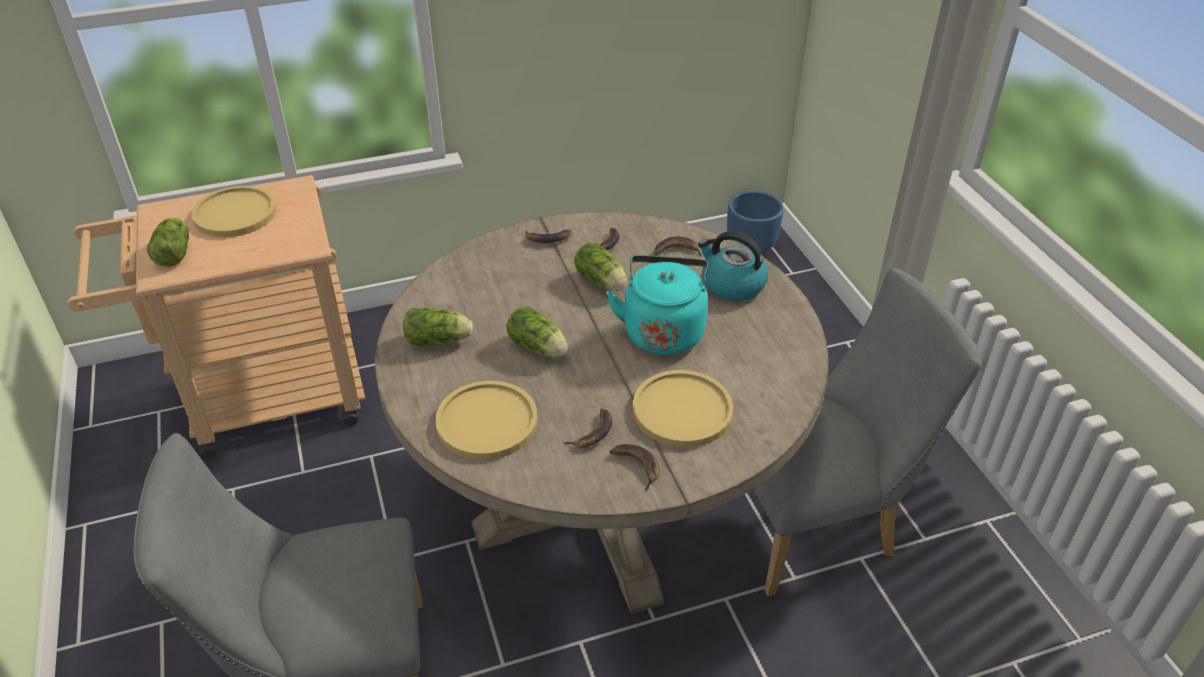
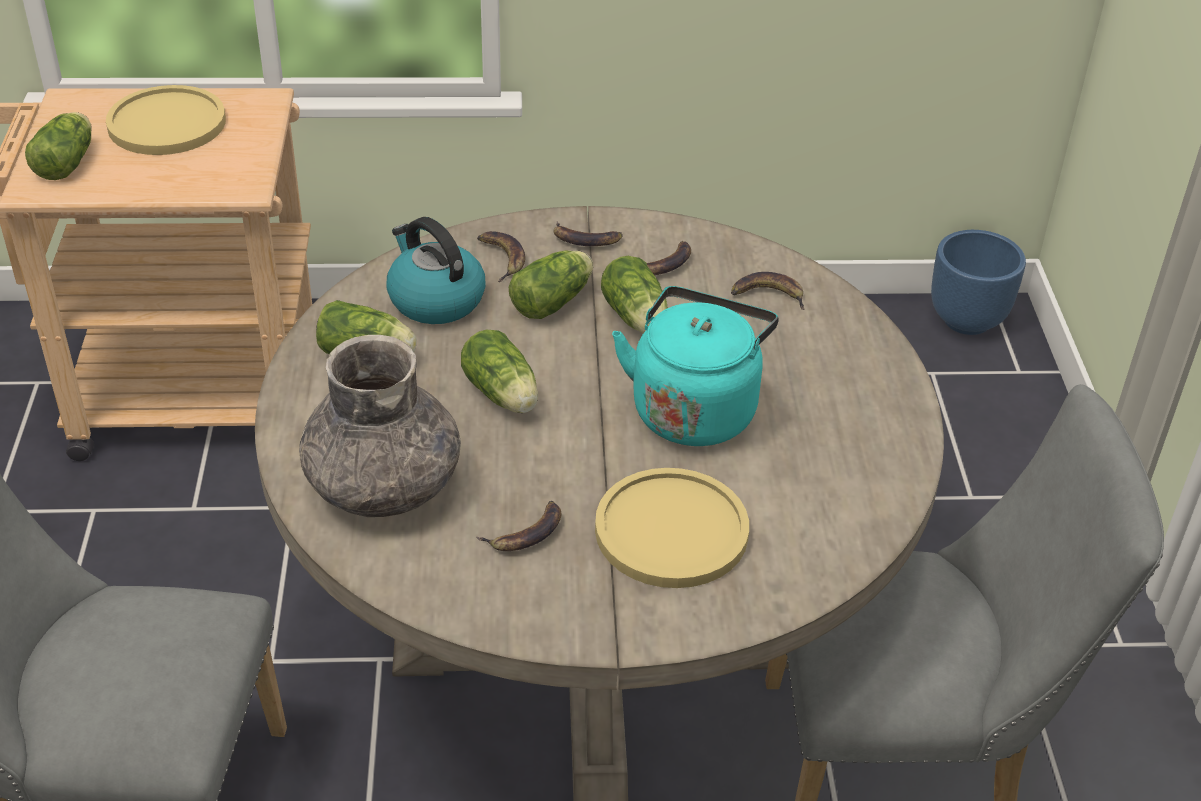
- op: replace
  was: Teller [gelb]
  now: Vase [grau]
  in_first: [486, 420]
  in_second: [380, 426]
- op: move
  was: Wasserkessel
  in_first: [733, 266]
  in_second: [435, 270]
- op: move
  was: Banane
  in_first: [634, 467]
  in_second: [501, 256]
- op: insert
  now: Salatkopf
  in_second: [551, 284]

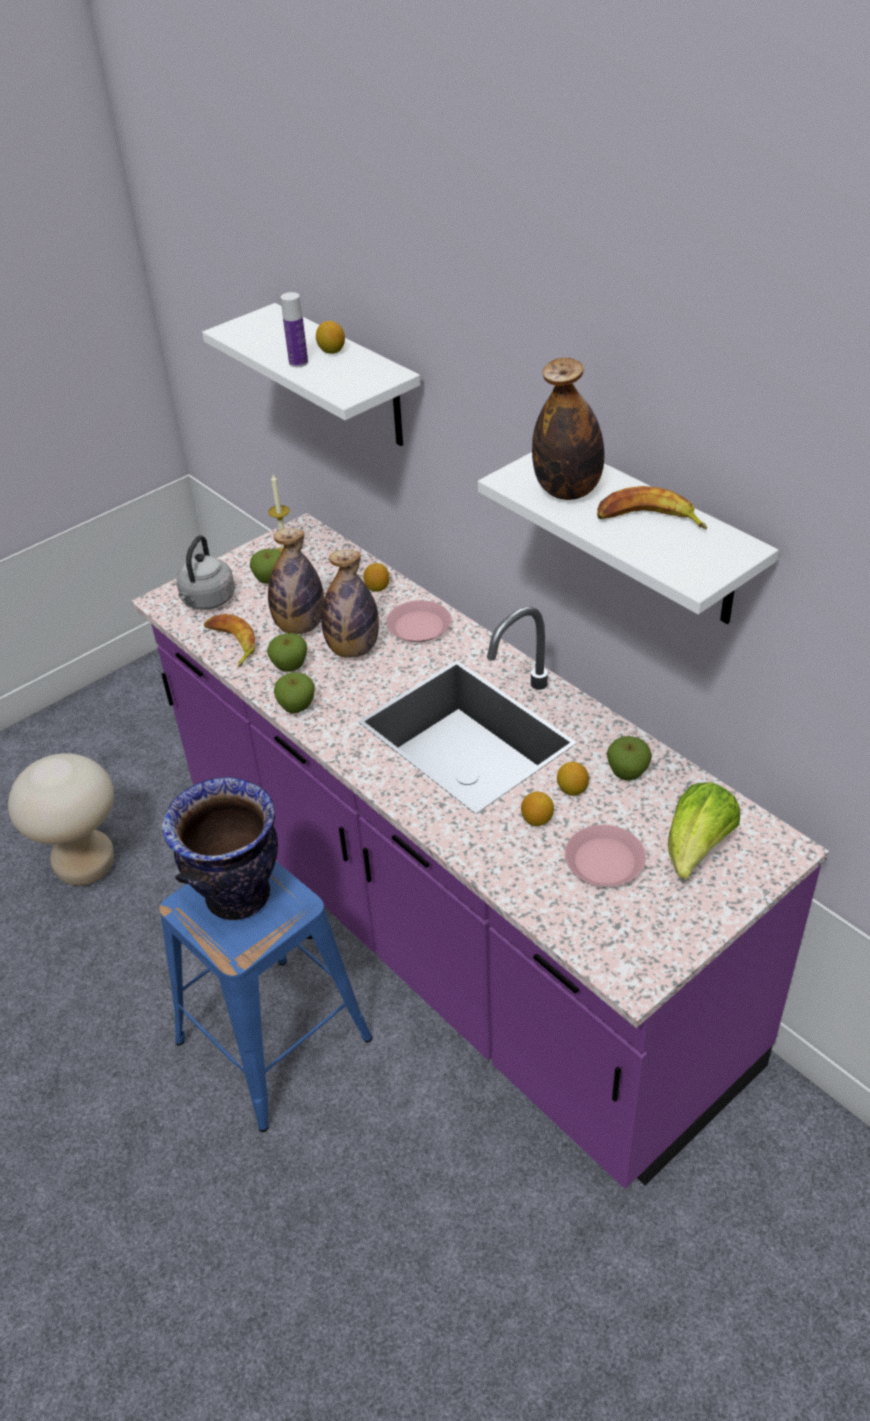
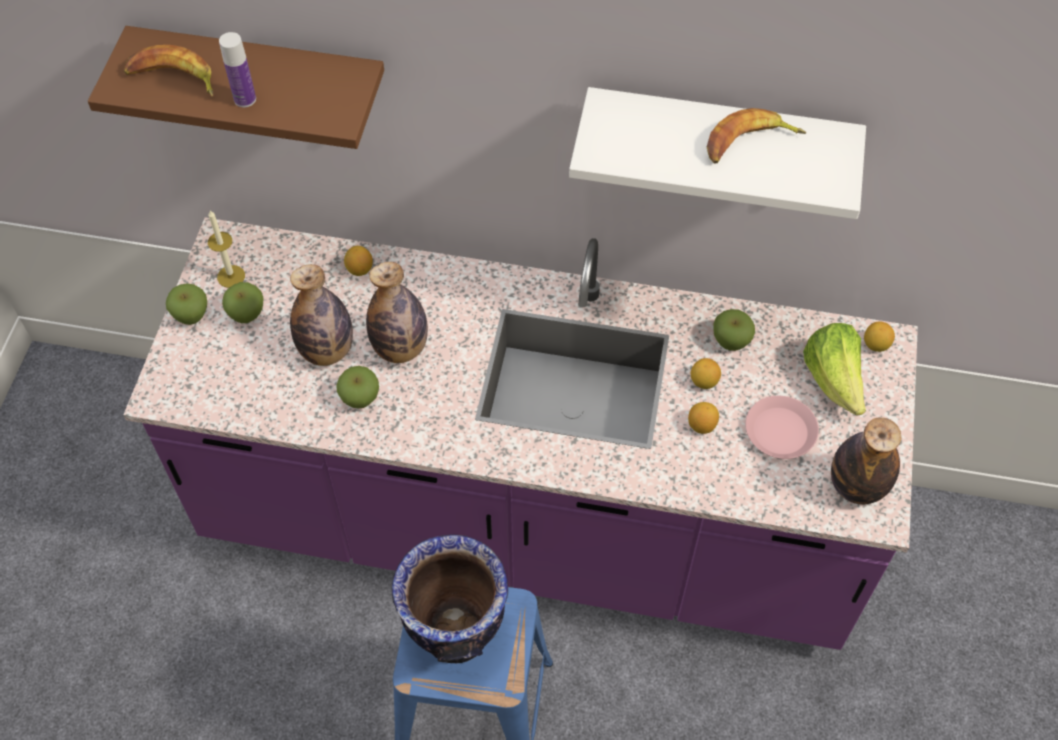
- op: recolor
  was: Wandregal [weiß]
  now: Wandregal [braun]
  in_first: [311, 374]
  in_second: [236, 87]
- op: move
  was: Banane
  in_first: [229, 640]
  in_second: [168, 71]
- op: move
  was: Apfel
  in_first: [294, 692]
  in_second: [186, 304]
- op: move
  was: Flasche
  in_first: [568, 429]
  in_second: [866, 460]
- op: move
  was: Zitrone
  in_first: [330, 337]
  in_second: [879, 336]
- op: delete
  was: Hocker [beige]
  in_first: [61, 819]
- op: delete
  was: Wasserkessel [grau]
  in_first: [205, 572]
- op: delete
  was: Teller [rosa]
  in_first: [418, 621]

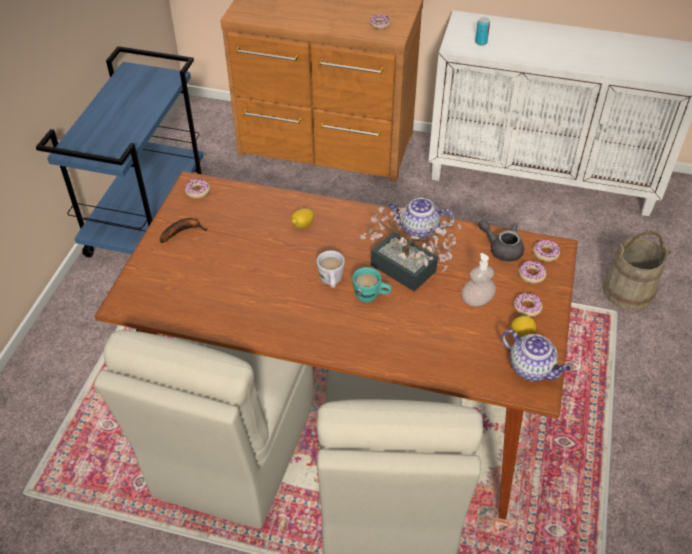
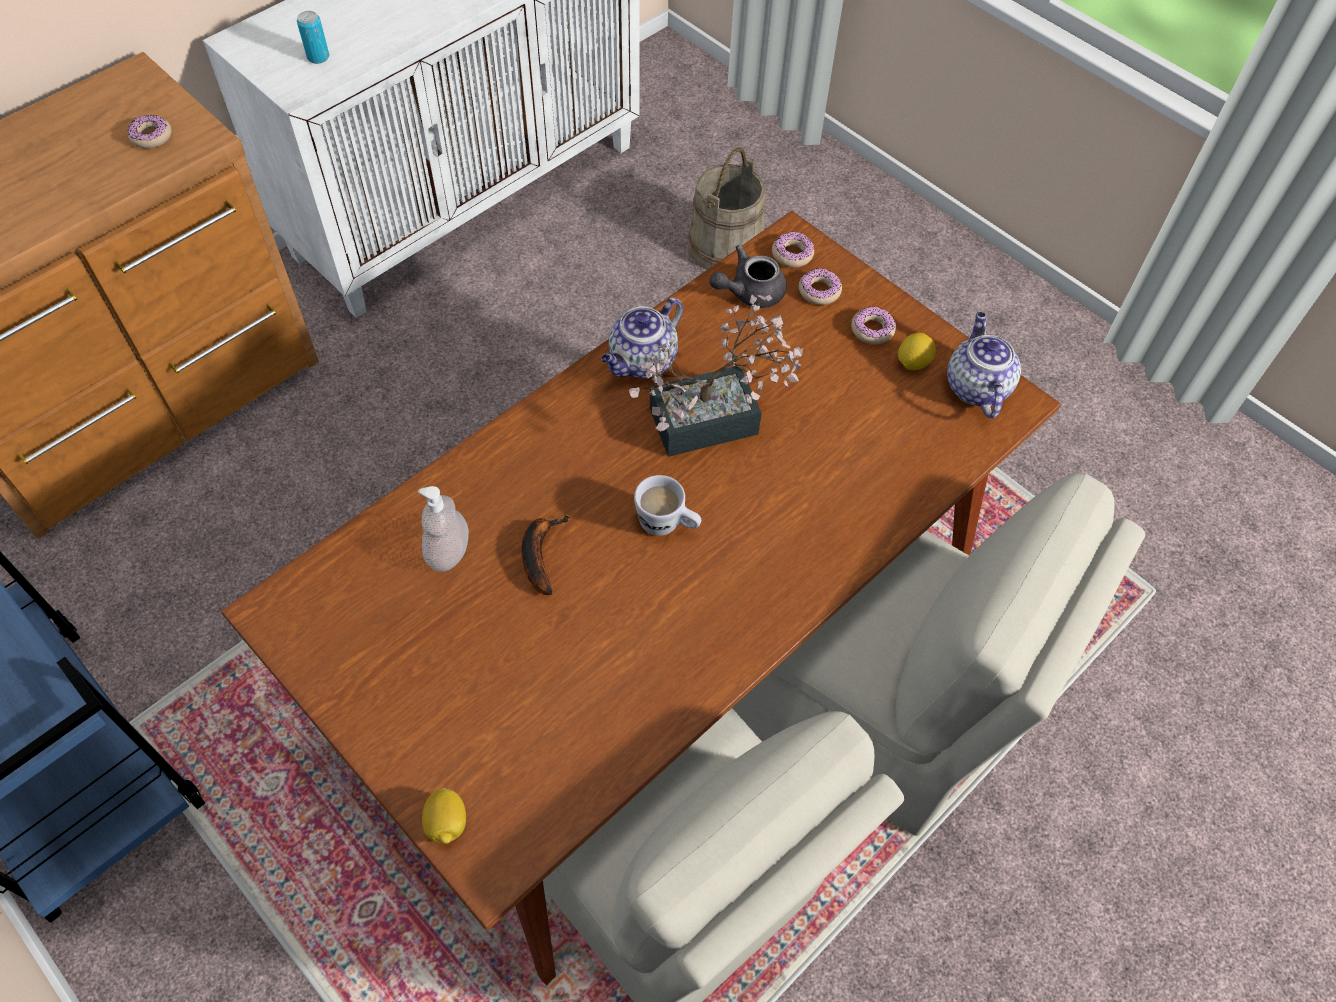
- op: move
  was: Seifenspender
  in_first: [478, 279]
  in_second: [443, 529]
- op: move
  was: Zitrone
  in_first: [302, 218]
  in_second: [444, 816]
- op: move
  was: Banane
  in_first: [183, 230]
  in_second: [546, 555]
- op: rotate
  was: Teekanne
  in_first: [536, 355]
  in_second: [984, 365]
  clockwise: -75
- op: delete
  was: Donut
  in_first: [197, 189]
- op: delete
  was: Henkelbecher [türkis]
  in_first: [372, 285]

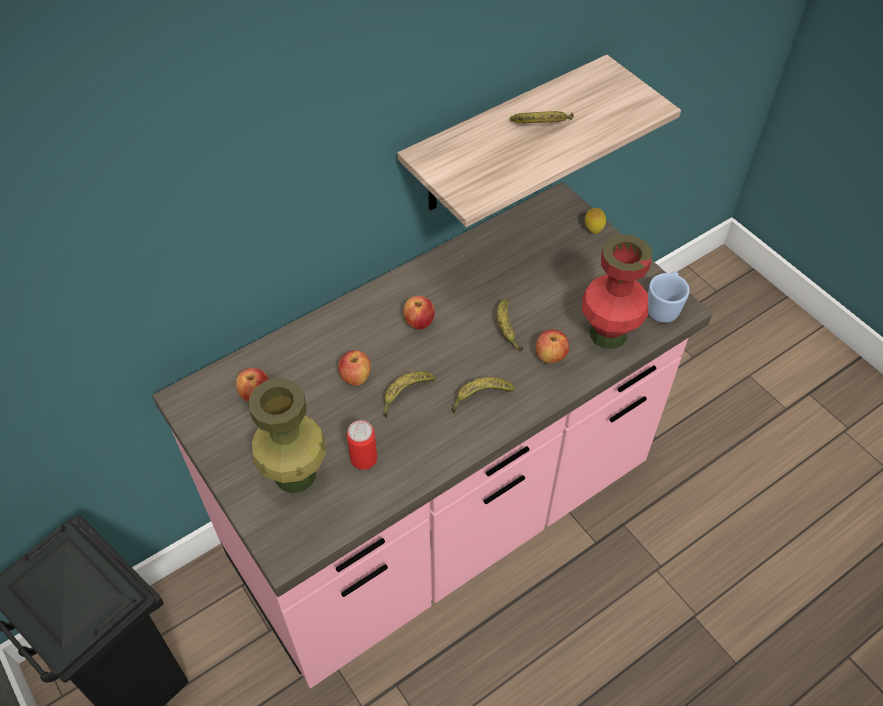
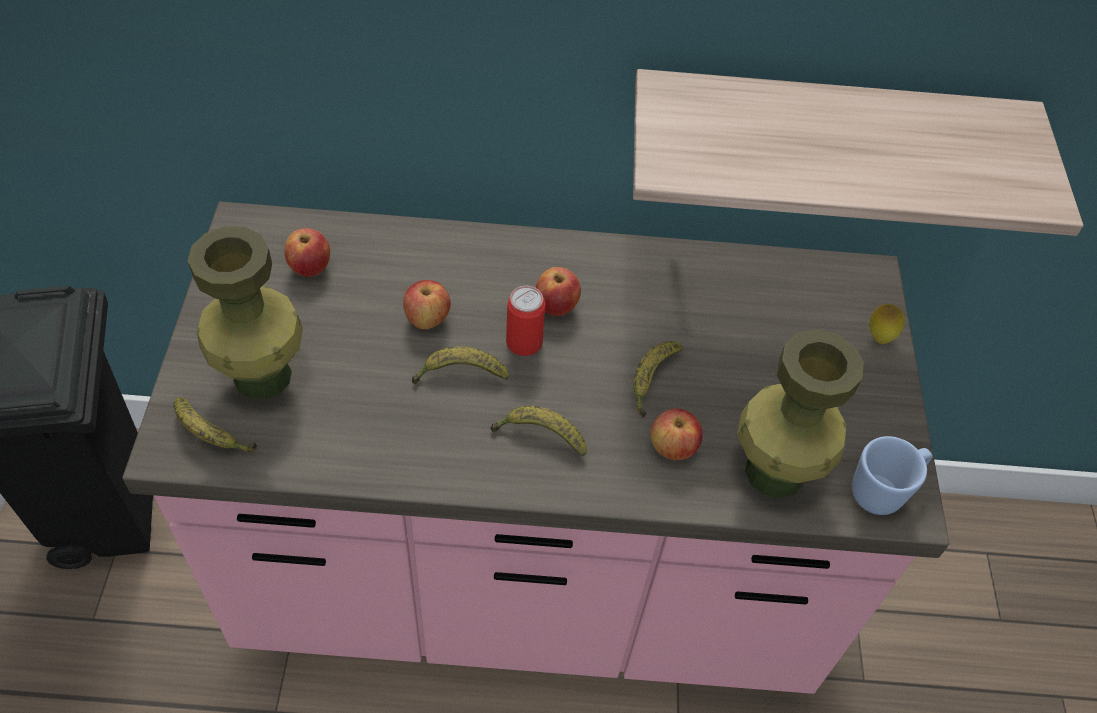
- op: move
  was: Banane
  in_first: [542, 117]
  in_second: [215, 424]
- op: move
  was: Dose
  in_first: [362, 445]
  in_second: [526, 321]
- op: recolor
  was: Vase [rot]
  now: Vase [grün]
  in_first: [617, 292]
  in_second: [800, 414]

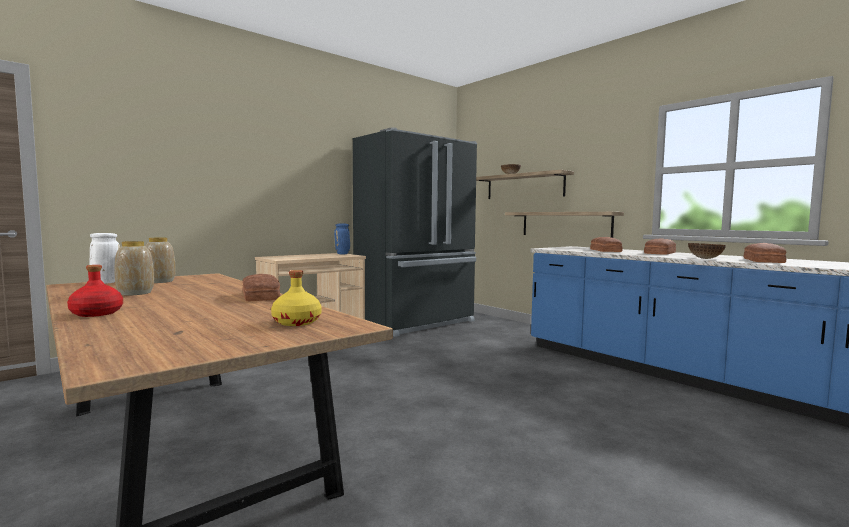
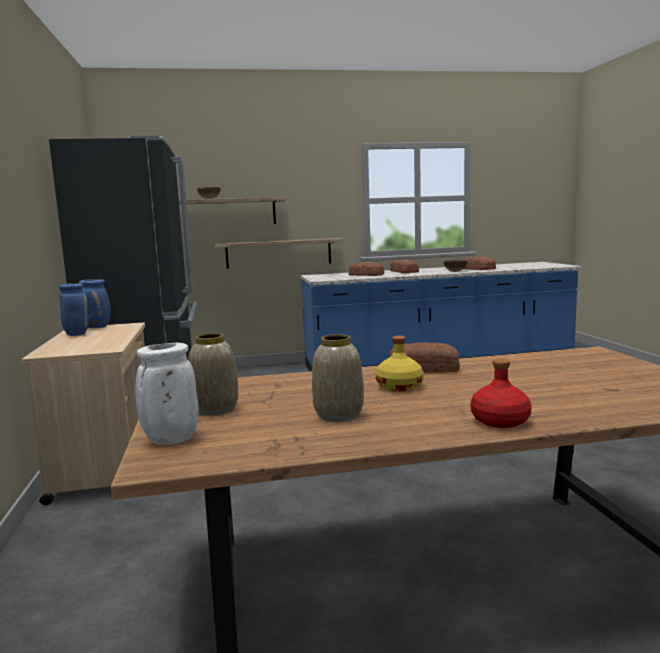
- op: insert
  now: Vase [blau]
  in_second: [73, 309]
- op: move
  was: Flasche [gelb]
  in_first: [296, 298]
  in_second: [399, 363]

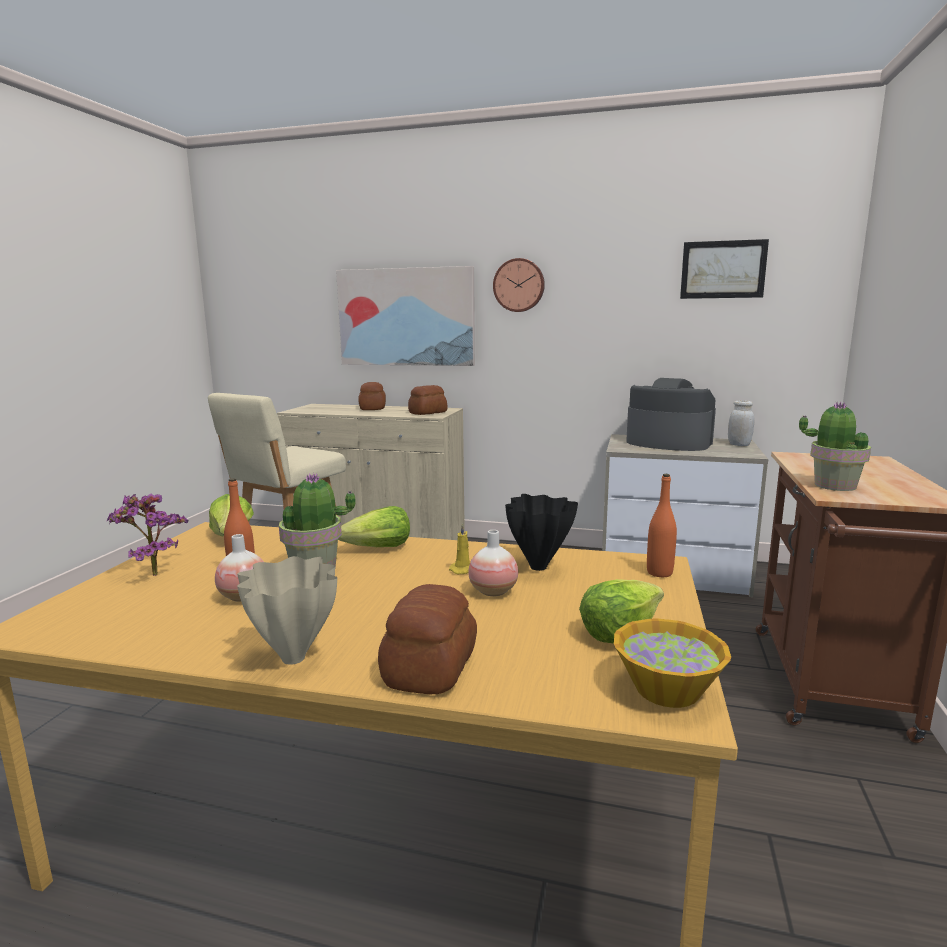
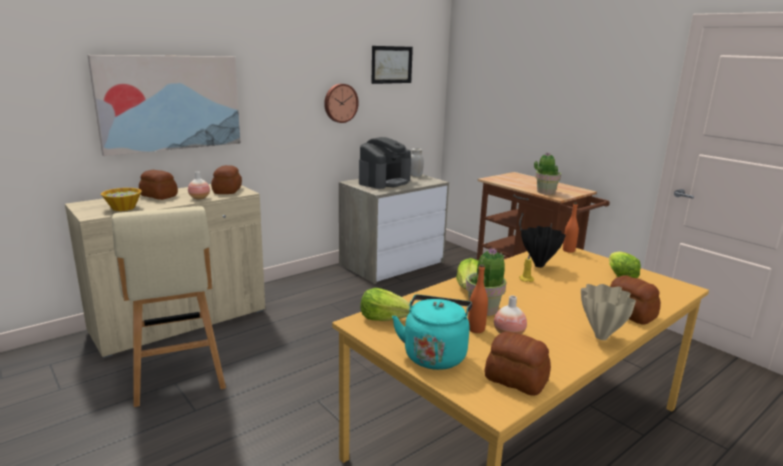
- op: move
  was: Schüssel
  in_first: [672, 663]
  in_second: [121, 199]
- op: move
  was: Vase
  in_first: [493, 563]
  in_second: [199, 186]
- op: move
  was: Wanduhr
  in_first: [519, 285]
  in_second: [341, 103]
- op: rotate
  was: Kaffeemaschine
  in_first: [671, 414]
  in_second: [385, 163]
  clockwise: 150
- op: replace
  was: Topfpflanze
  now: Wasserkessel [türkis]
  in_first: [147, 535]
  in_second: [432, 332]
- op: insert
  now: Brot
  in_second: [517, 363]

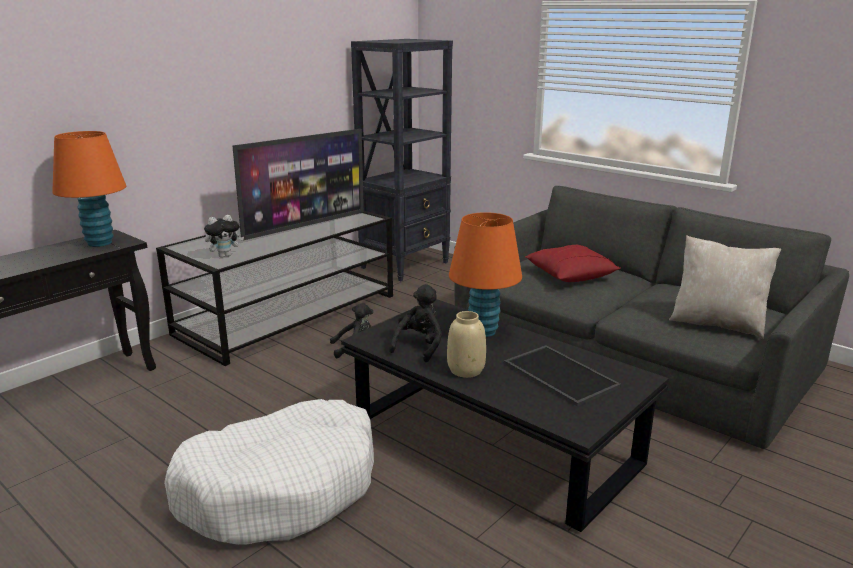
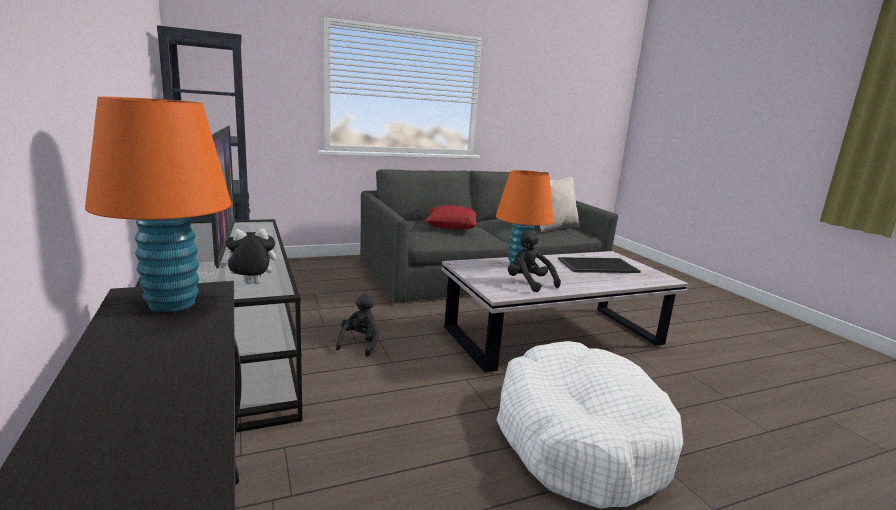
- op: rotate
  was: Plüschtier
  in_first: [224, 236]
  in_second: [247, 256]
  clockwise: -105
- op: recolor
  was: Couchtisch [schwarz]
  now: Couchtisch [weiß]
  in_first: [505, 415]
  in_second: [565, 312]
- op: delete
  was: Vase [beige]
  in_first: [466, 344]

